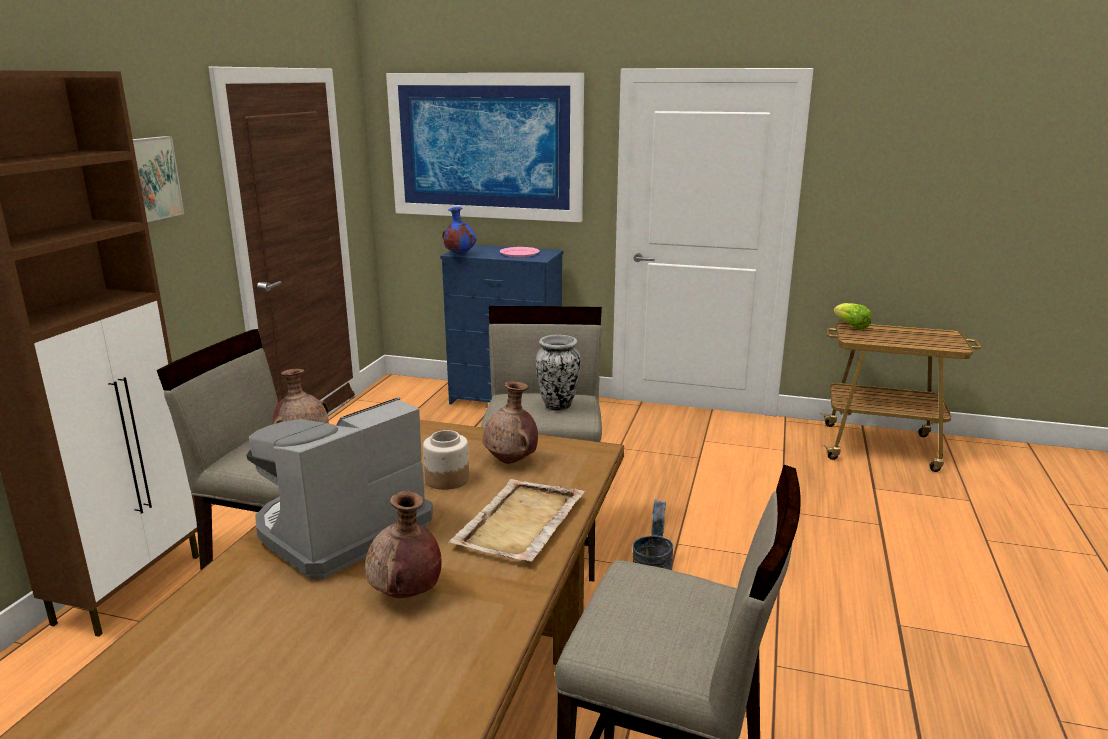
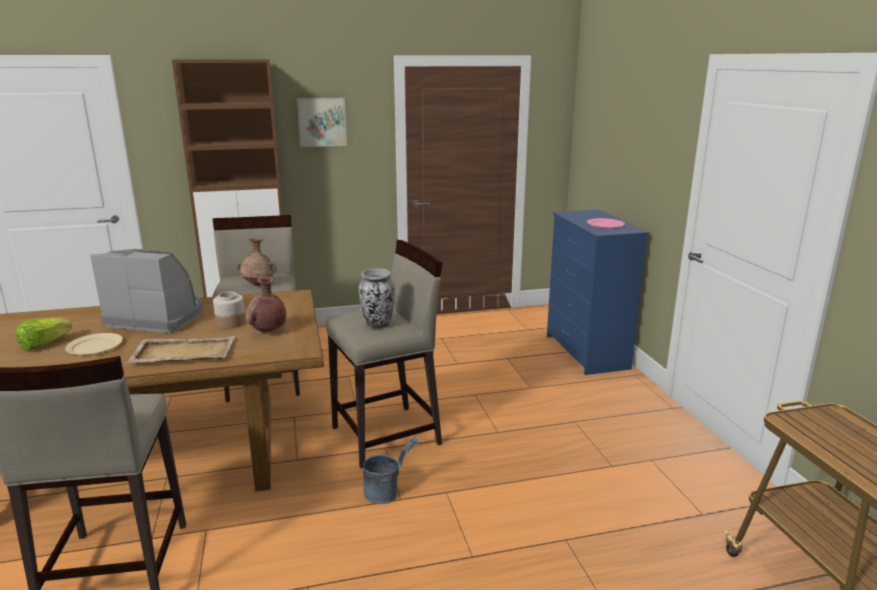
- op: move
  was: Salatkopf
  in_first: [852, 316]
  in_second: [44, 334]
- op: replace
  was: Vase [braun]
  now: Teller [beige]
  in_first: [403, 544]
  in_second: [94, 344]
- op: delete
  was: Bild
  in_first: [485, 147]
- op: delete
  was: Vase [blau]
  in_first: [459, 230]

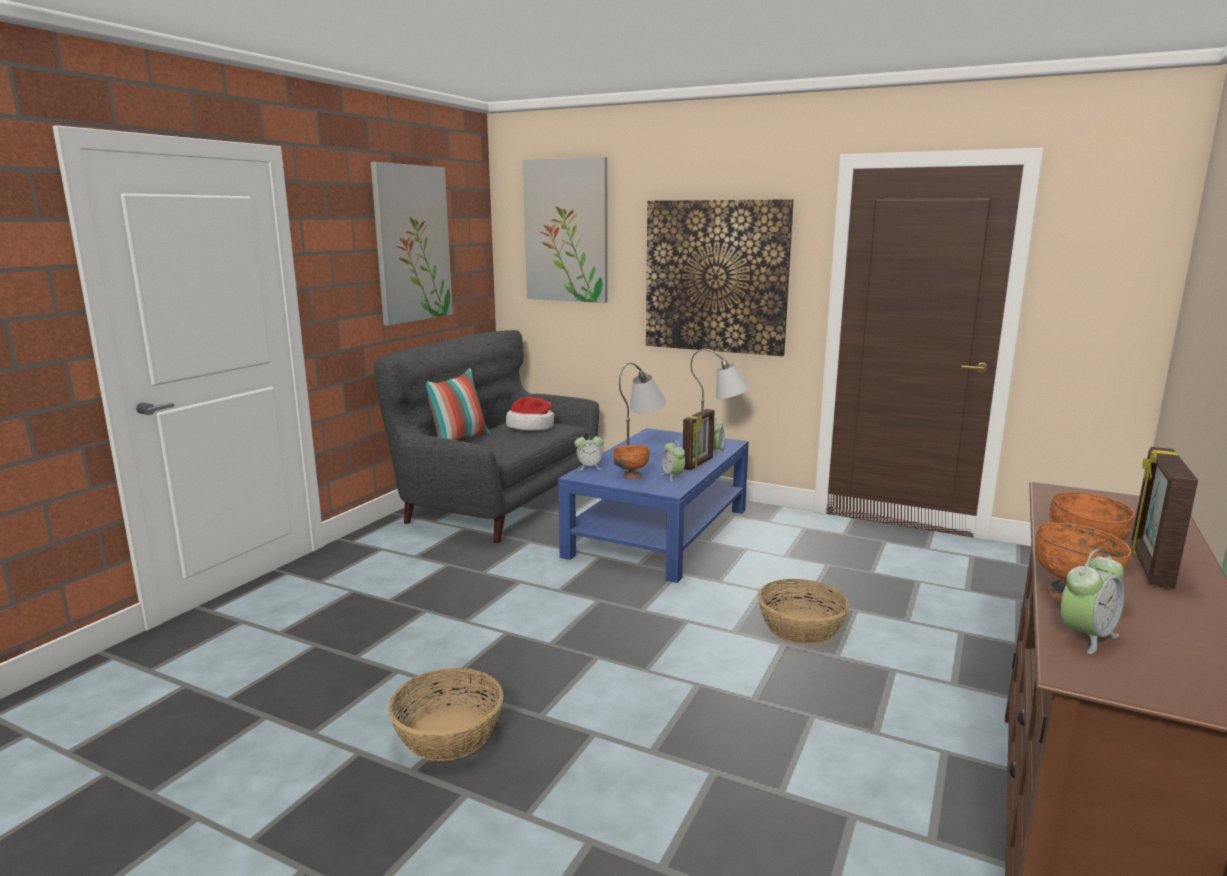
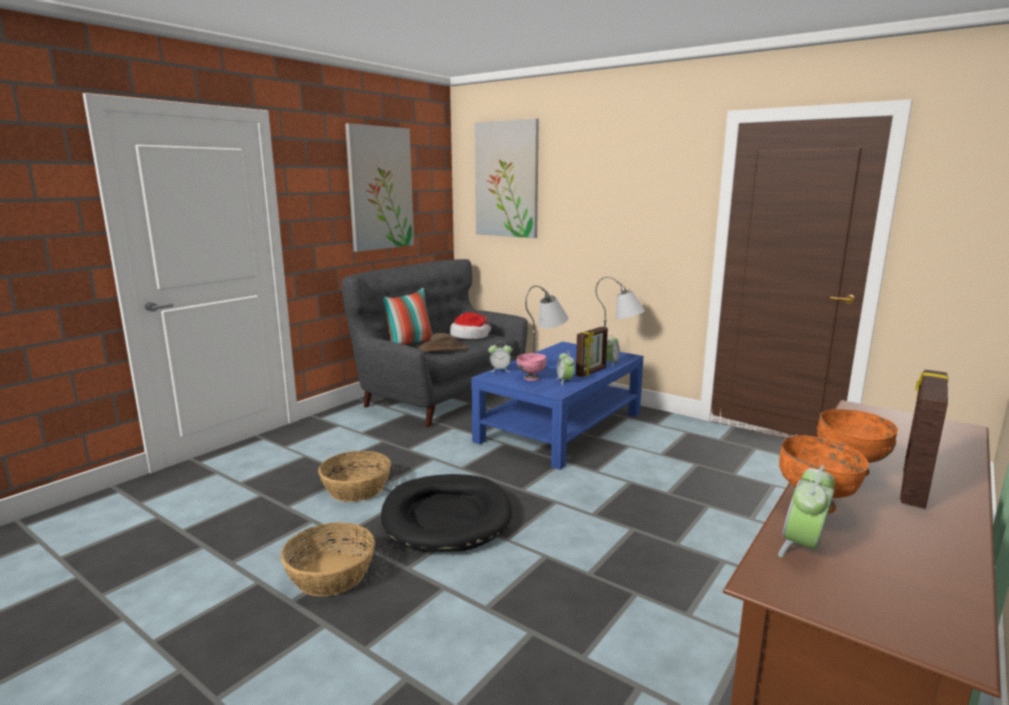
- op: move
  was: Korb
  in_first: [804, 612]
  in_second: [354, 476]
- op: insert
  now: Hundebett [schwarz]
  in_second: [446, 513]
- op: insert
  now: Hut [braun]
  in_second: [443, 342]
- op: recolor
  was: Schüssel [orange]
  now: Schüssel [rosa]
  in_first: [631, 462]
  in_second: [531, 367]
- op: rotate
  was: Wecker
  in_first: [1093, 601]
  in_second: [806, 511]
  clockwise: 150
- op: delete
  was: Bild
  in_first: [720, 277]

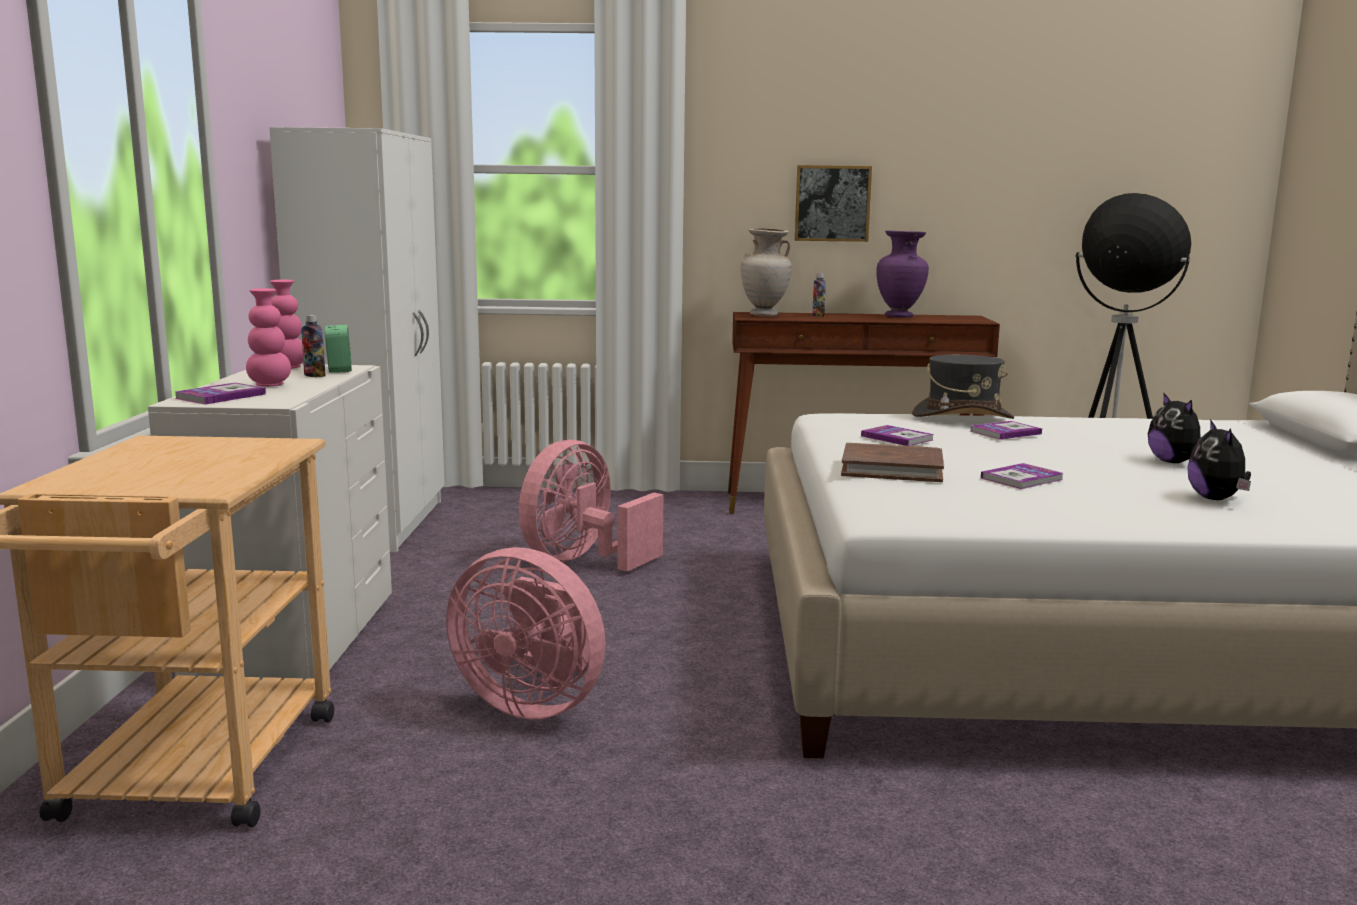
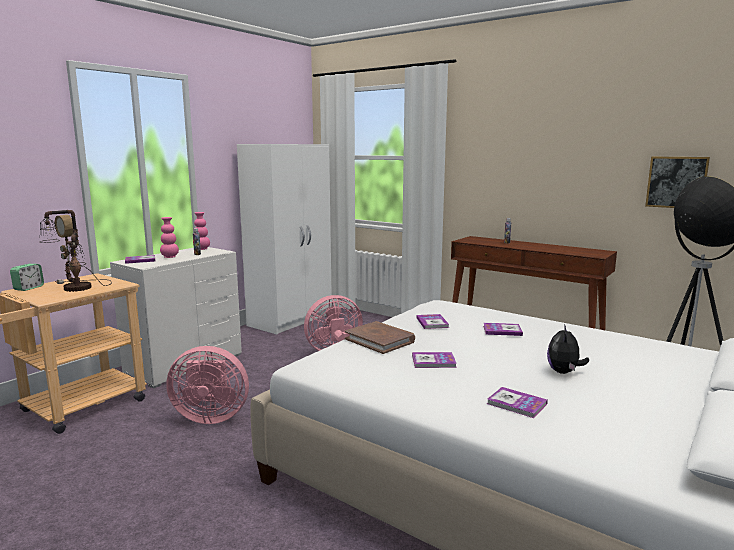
- op: move
  was: Wecker
  in_first: [338, 348]
  in_second: [27, 277]
- op: insert
  now: Tischlampe
  in_second: [76, 251]
- op: rotate
  was: Ventilator [rosa]
  in_first: [525, 633]
  in_second: [207, 385]
  clockwise: -60
- op: replace
  was: Plüschtier
  now: Buch
  in_first: [1219, 459]
  in_second: [517, 402]
- op: move
  was: Bild
  in_first: [833, 203]
  in_second: [677, 182]
- op: delete
  was: Vase [beige]
  in_first: [766, 272]
- op: delete
  was: Vase [lila]
  in_first: [902, 274]
- op: delete
  was: Hut [grau]
  in_first: [963, 387]

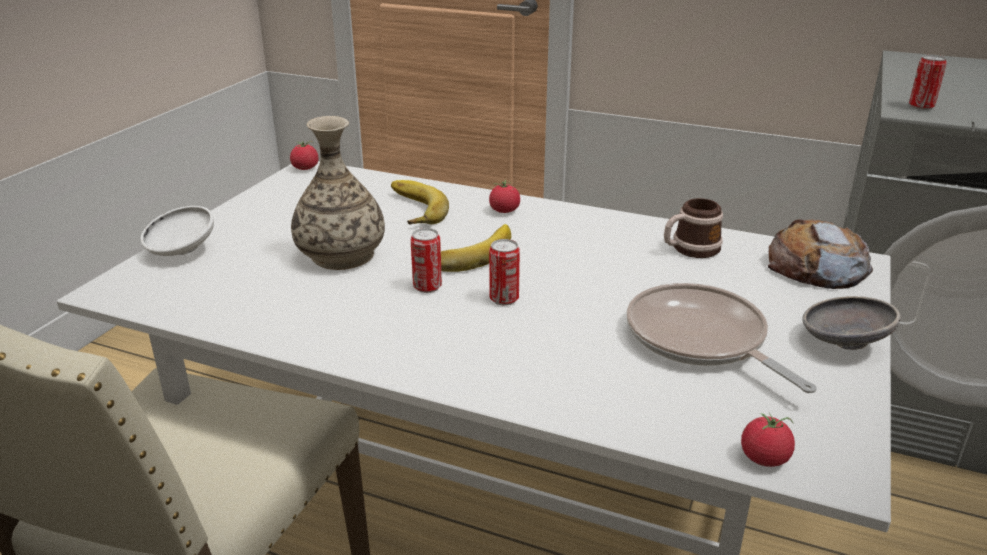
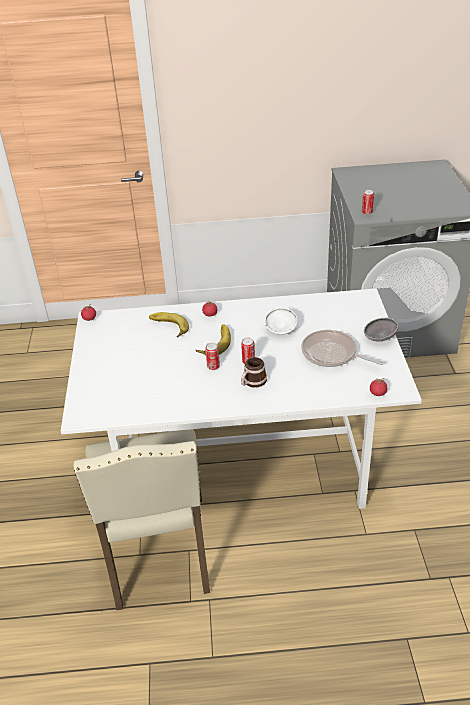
- op: move
  was: Henkelbecher
  in_first: [693, 228]
  in_second: [254, 372]
- op: move
  was: Schüssel [weiß]
  in_first: [177, 231]
  in_second: [281, 321]
- op: delete
  was: Vase
  in_first: [338, 193]
- op: delete
  was: Brot
  in_first: [820, 254]

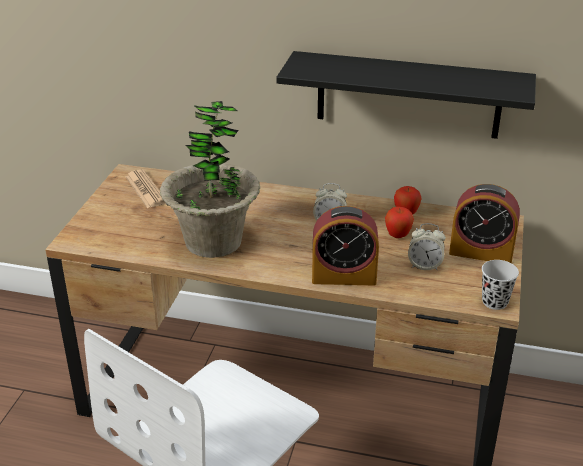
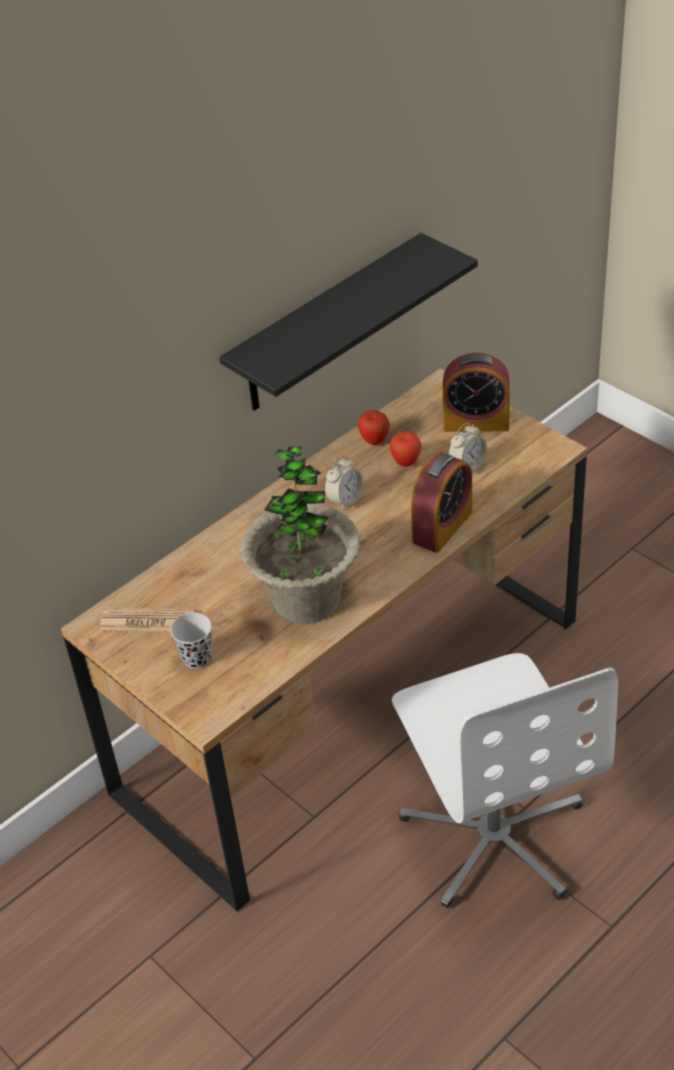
- op: move
  was: Tasse [schwarz]
  in_first: [500, 285]
  in_second: [191, 641]
- op: rotate
  was: Wecker
  in_first: [484, 223]
  in_second: [476, 392]
  clockwise: 45

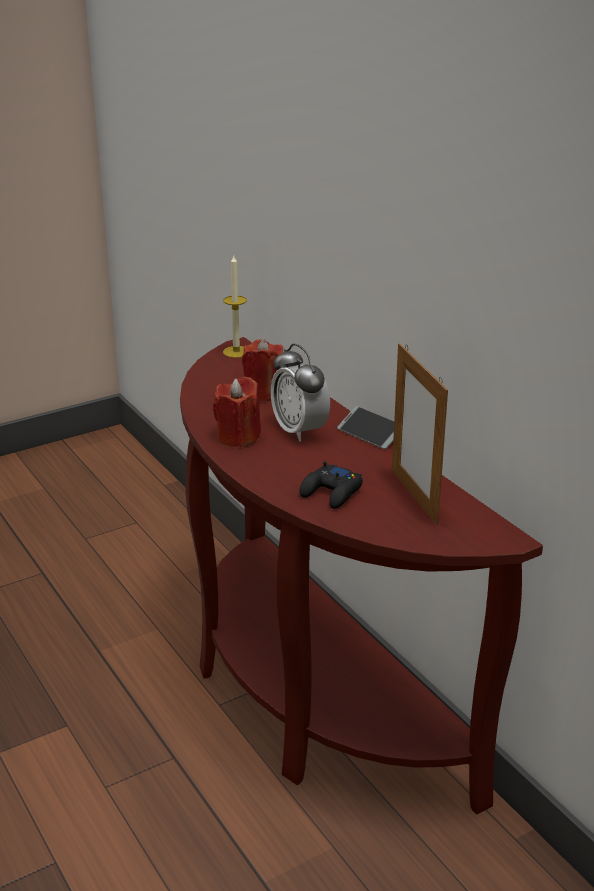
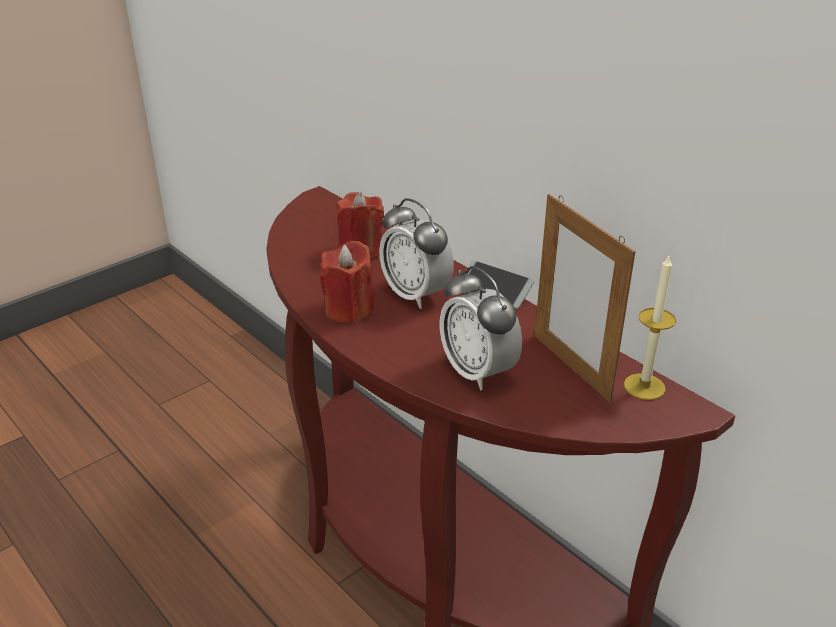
- op: replace
  was: Gamepad [schwarz]
  now: Wecker
  in_first: [331, 485]
  in_second: [481, 328]
- op: move
  was: Kerze
  in_first: [235, 306]
  in_second: [650, 328]

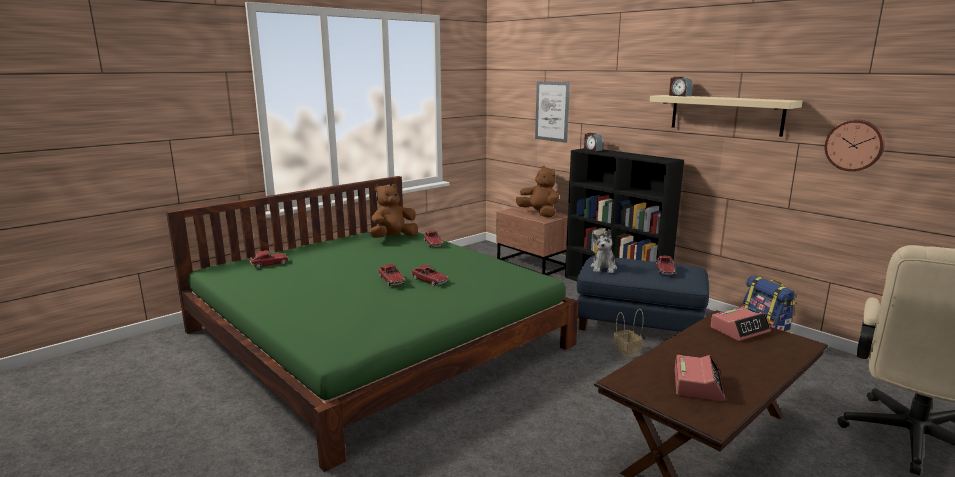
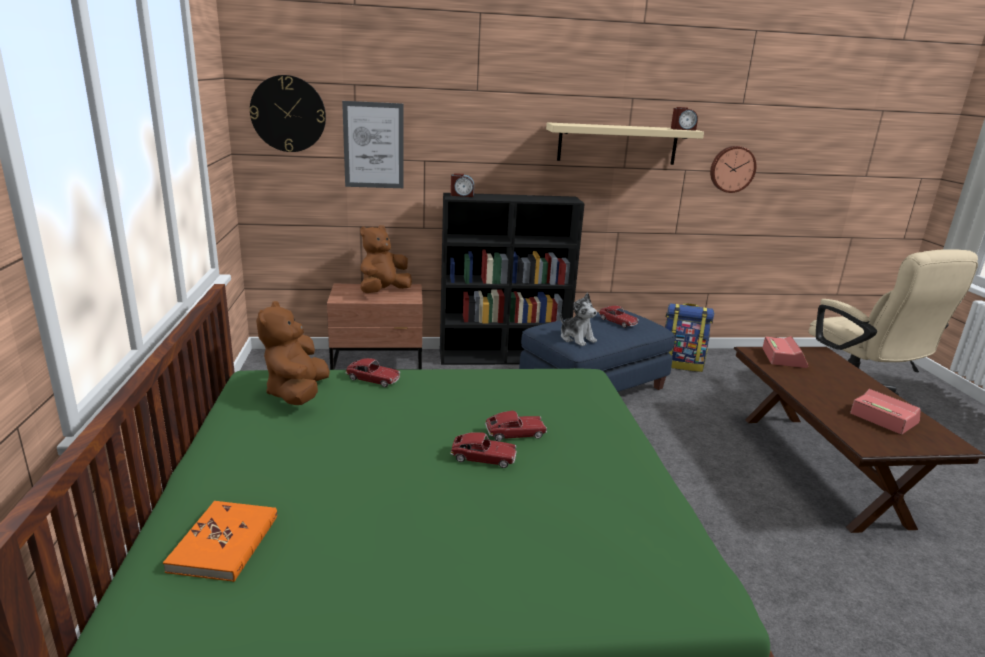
- op: replace
  was: Spielzeugauto
  now: Buch [orange]
  in_first: [269, 259]
  in_second: [220, 541]
- op: insert
  now: Wanduhr
  in_second: [288, 113]
- op: rotate
  was: Plüschtier [braun]
  in_first: [537, 191]
  in_second: [386, 259]
  clockwise: -45
- op: move
  was: Wecker
  in_first: [681, 86]
  in_second: [684, 119]
- op: delete
  was: Korb
  in_first: [629, 333]

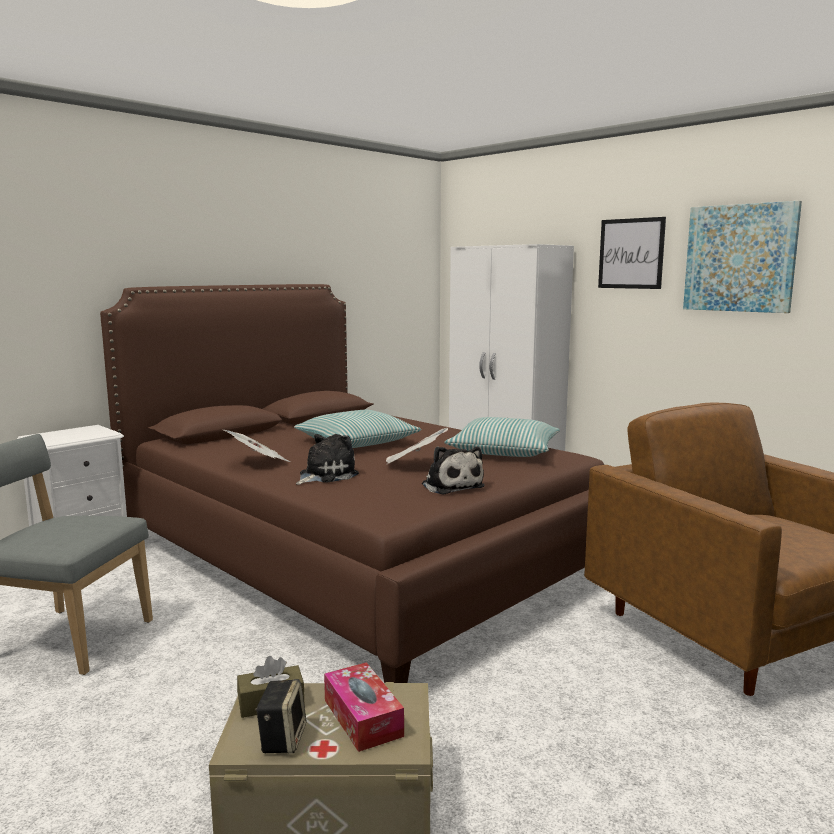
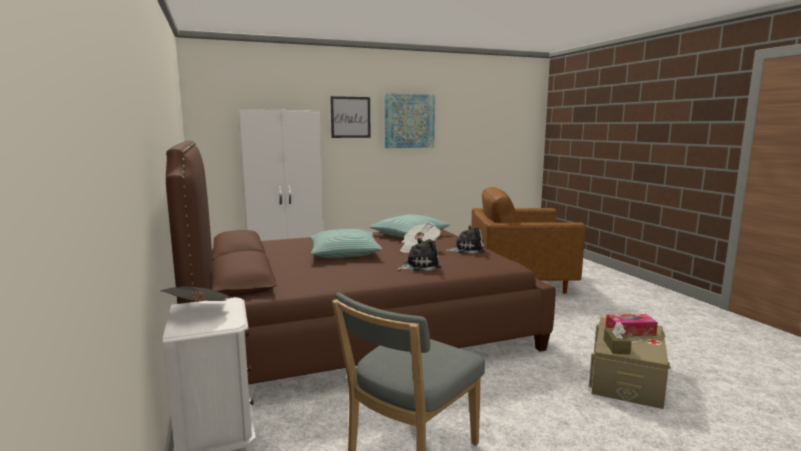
- op: move
  was: Zeitung
  in_first: [257, 446]
  in_second: [195, 293]
- op: rotate
  was: Plüschtier
  in_first: [327, 459]
  in_second: [418, 254]
  clockwise: 90
- op: delete
  was: Lautsprecher
  in_first: [280, 716]

